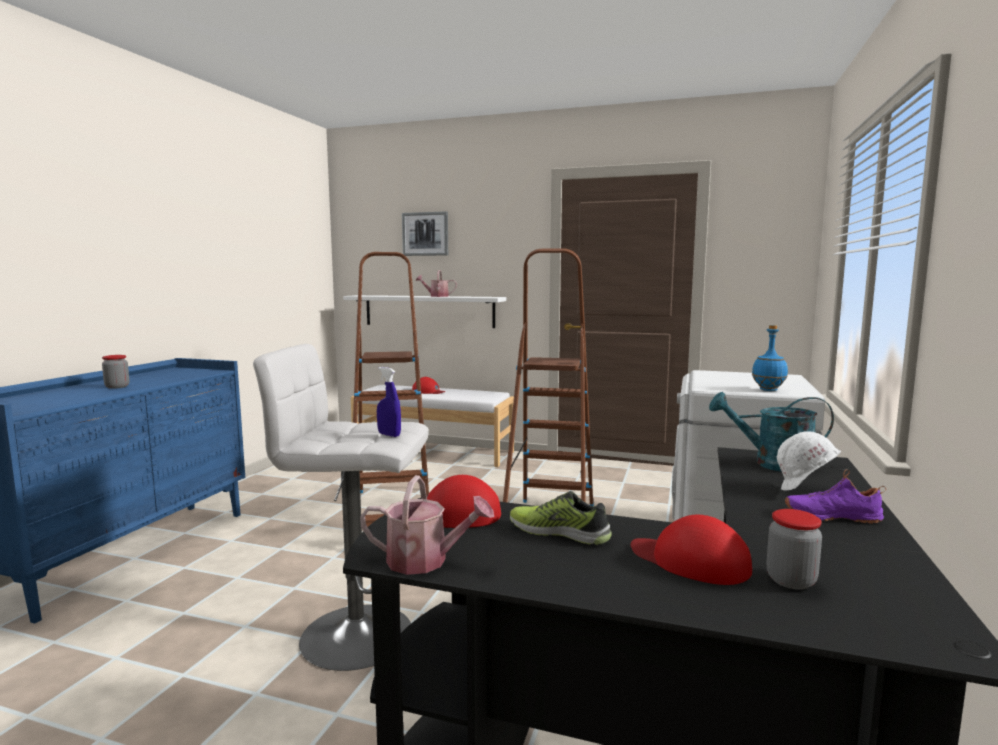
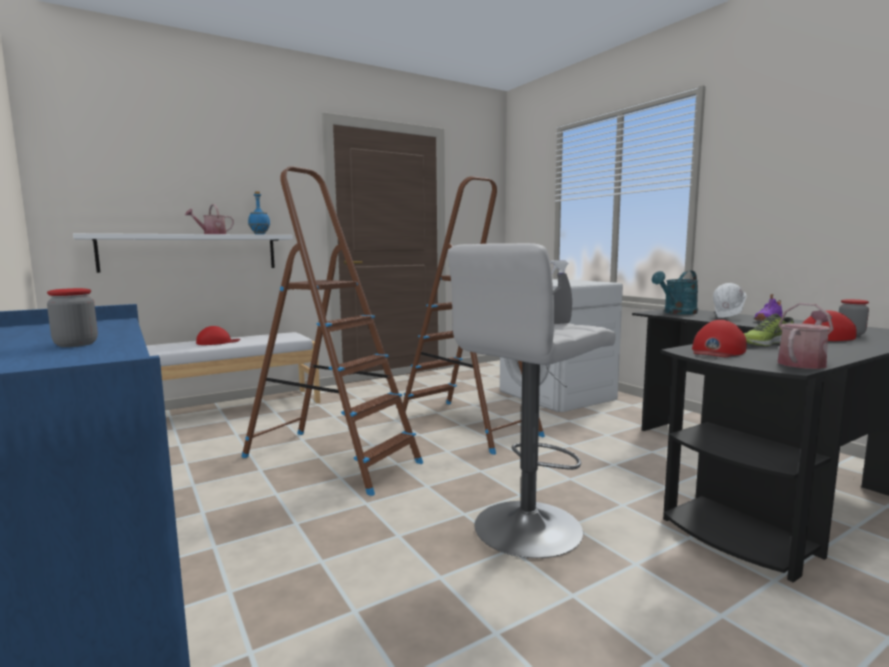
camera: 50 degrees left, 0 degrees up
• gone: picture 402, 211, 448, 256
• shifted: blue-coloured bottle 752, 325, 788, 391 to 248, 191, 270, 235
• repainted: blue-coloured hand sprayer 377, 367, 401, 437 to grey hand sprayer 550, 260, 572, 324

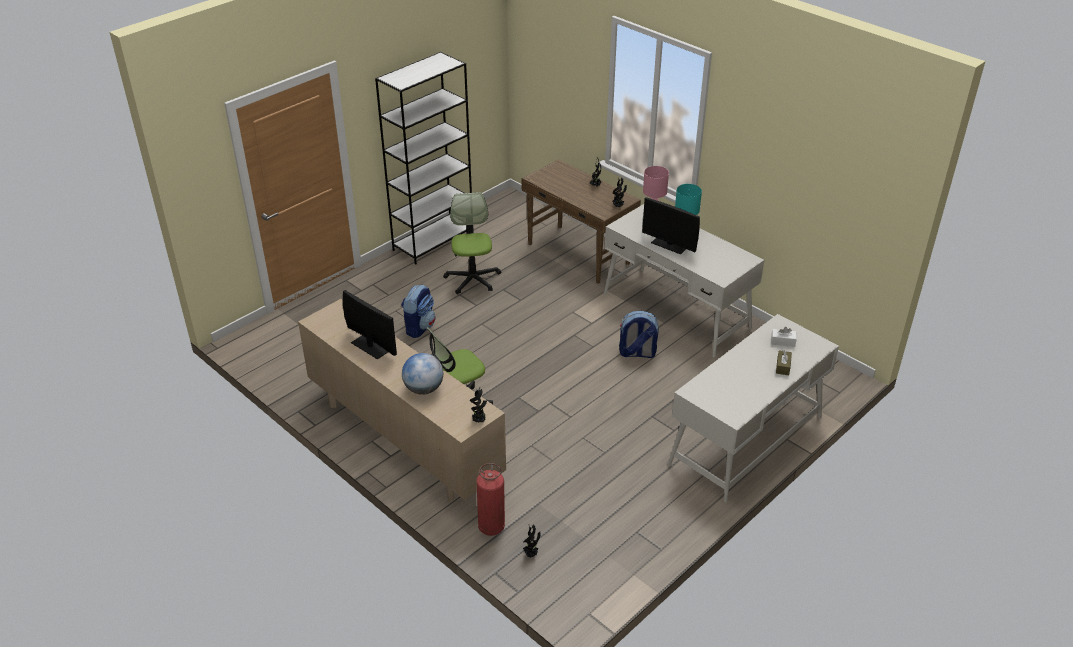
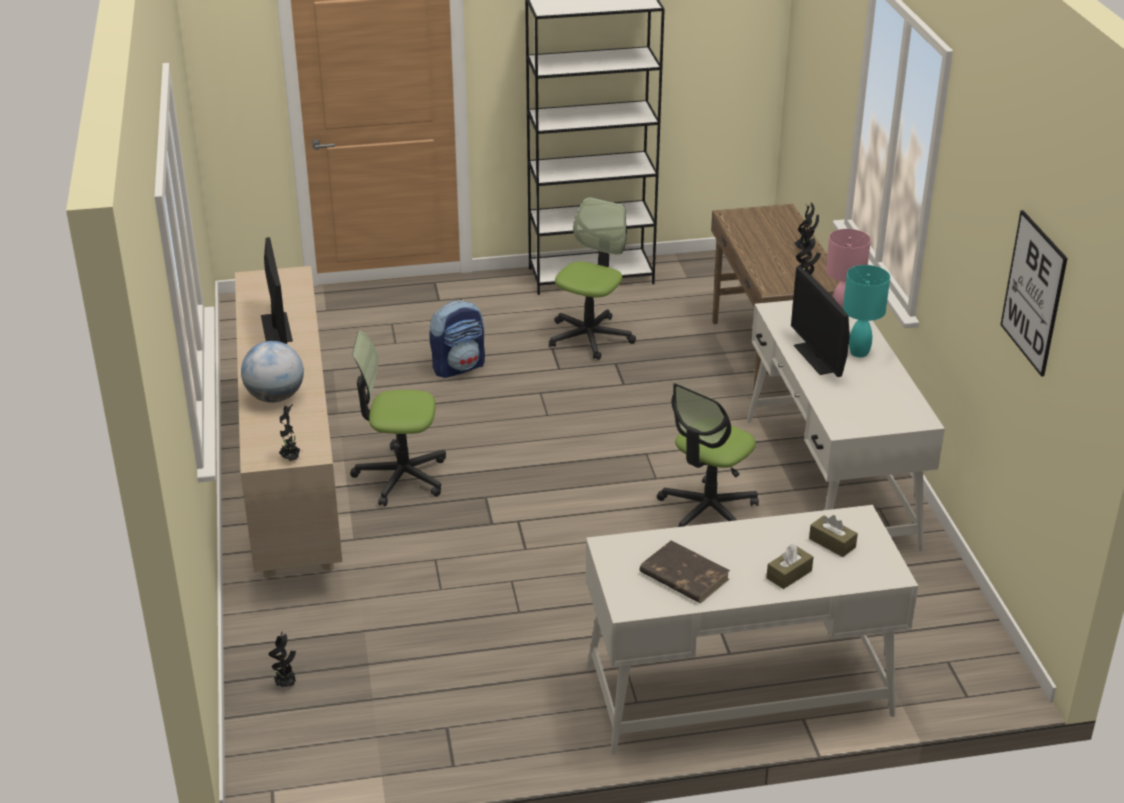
camera: 35 degrees right, 5 degrees down
• swapped: knapsack 619, 311, 659, 358 to desk chair 657, 383, 759, 527
• repainted: white-coloured box of tissues 771, 327, 797, 347 to brown box of tissues 809, 515, 858, 557
• gone: fire-fighting cylinder 476, 463, 505, 536
• new: picture 1000, 210, 1068, 377
• new: brown book 640, 540, 730, 603

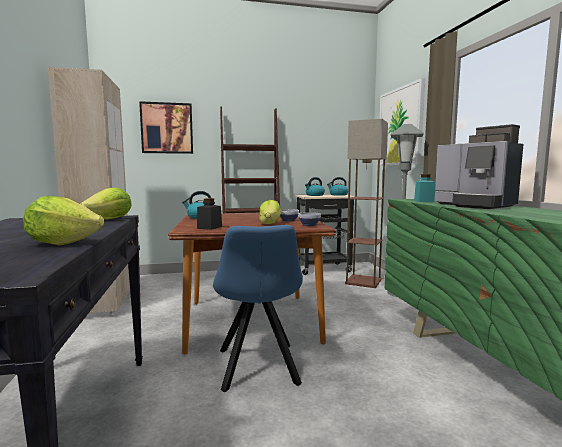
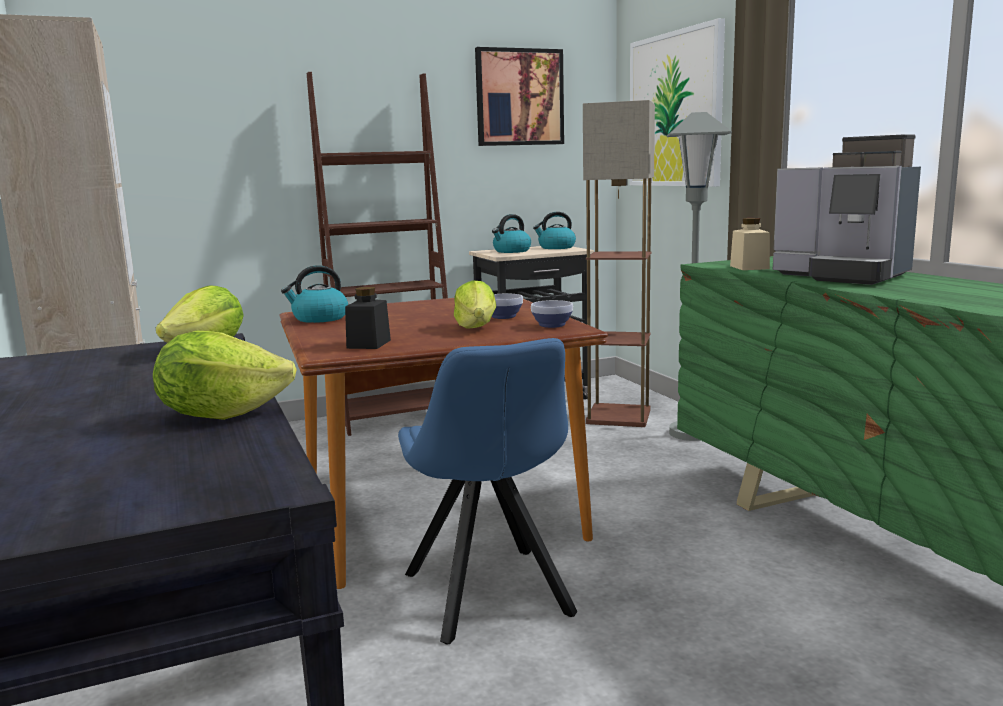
camera: 10 degrees left, 5 degrees up
• shifted: picture 139, 101, 193, 154 to 475, 47, 564, 146
• repainted: turquoise jar 414, 174, 435, 202 to beige jar 730, 218, 770, 270

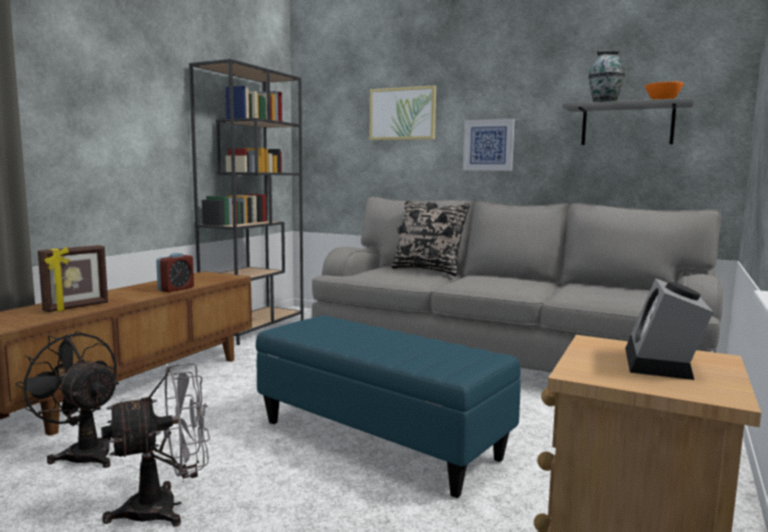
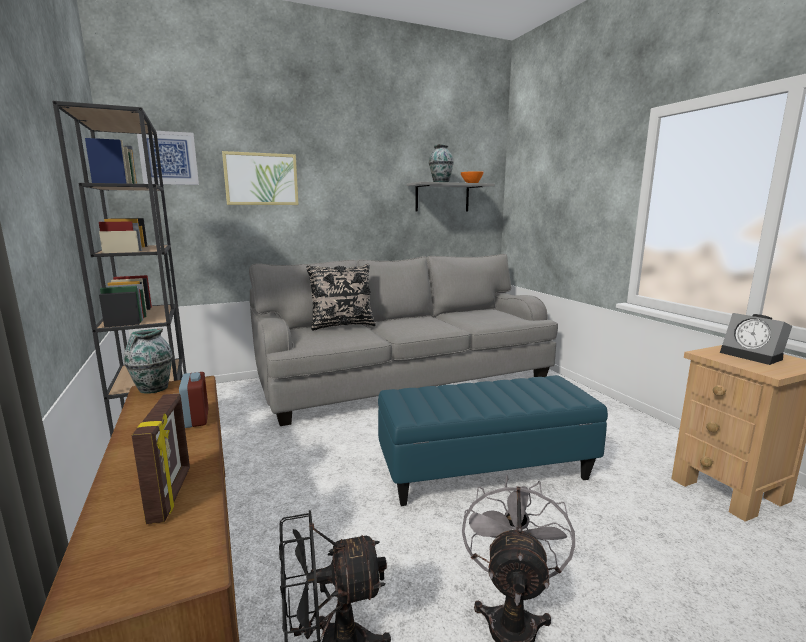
camera: 50 degrees left, 5 degrees up
• shifted: picture 463, 119, 515, 171 to 137, 131, 199, 185
• new: decorative vase 124, 328, 173, 394

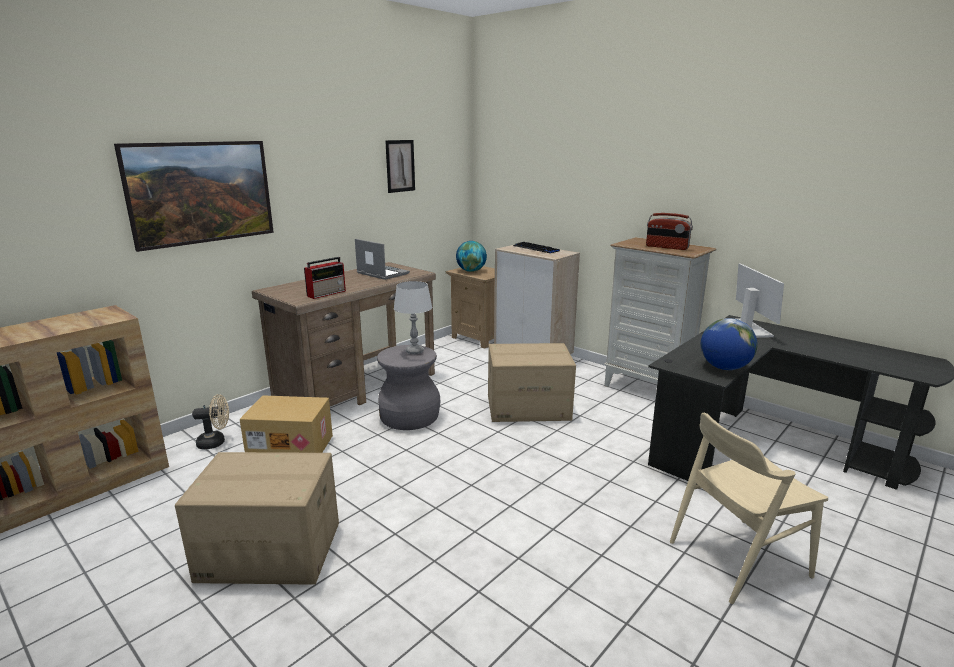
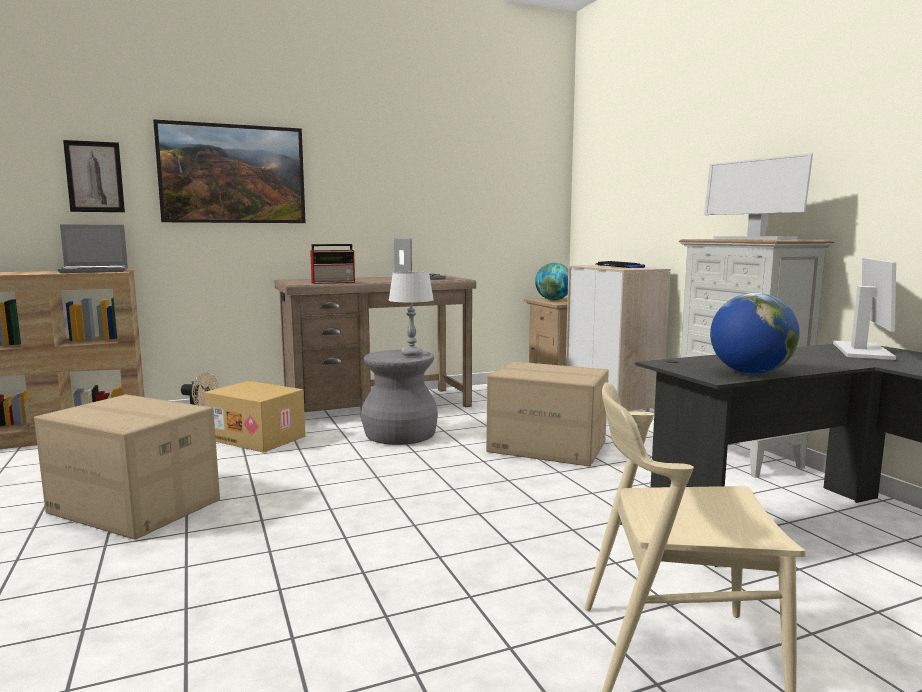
camera: 25 degrees right, 10 degrees down
• shifted: picture 385, 140, 415, 193 to 63, 140, 125, 212
• swapped: radio 646, 213, 693, 250 to computer display 704, 153, 813, 240
• new: laptop 58, 224, 128, 273

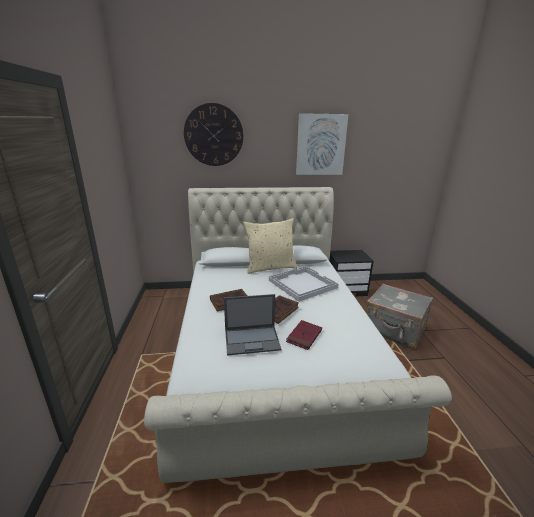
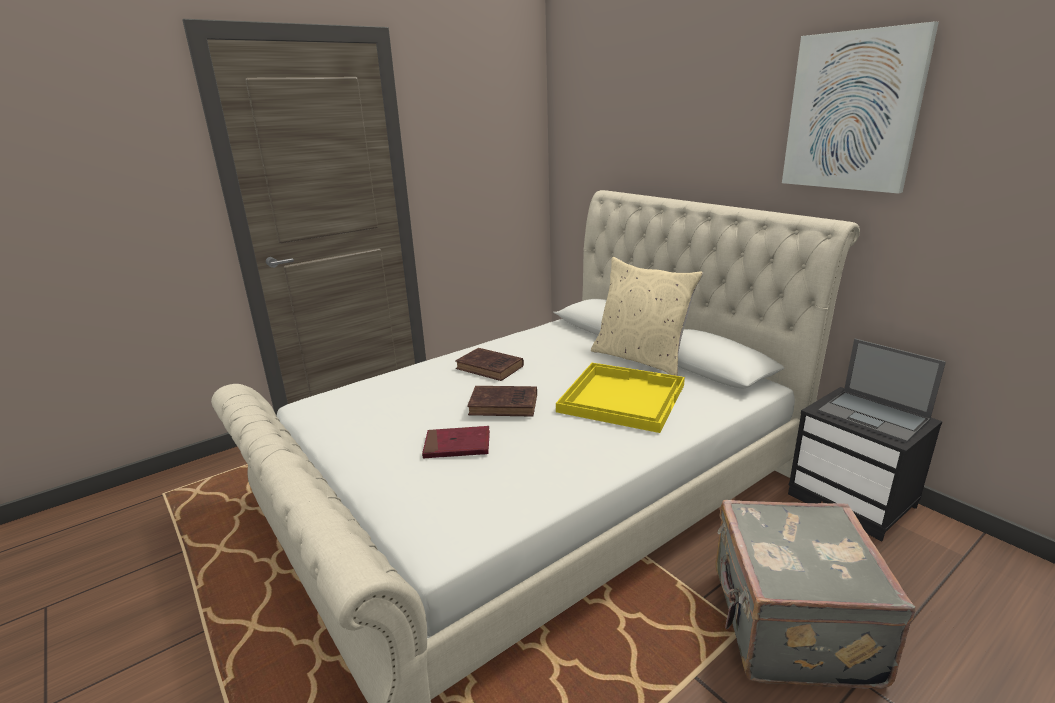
camera: 60 degrees right, 0 degrees up
• gone: hanging clock 184, 103, 243, 166
• repainted: white-coloured serving tray 269, 266, 339, 302 to yellow serving tray 556, 363, 685, 433
• shifted: laptop 224, 294, 281, 356 to 818, 339, 946, 443

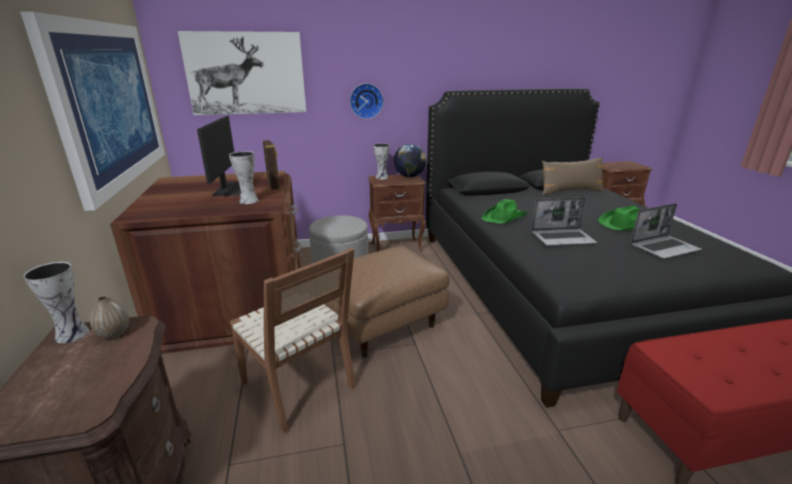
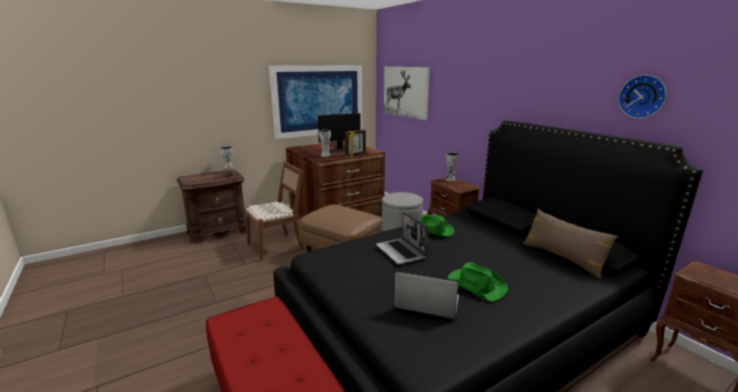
camera: 70 degrees right, 5 degrees down
• shifted: hanging clock 350, 83, 384, 119 to 618, 75, 667, 119
• gone: globe 394, 144, 427, 177
• rotated: laptop 630, 203, 702, 259 = 394, 272, 459, 319 150 degrees clockwise
• rotated: upright chair 230, 247, 356, 434 = 245, 161, 304, 260 150 degrees counterclockwise

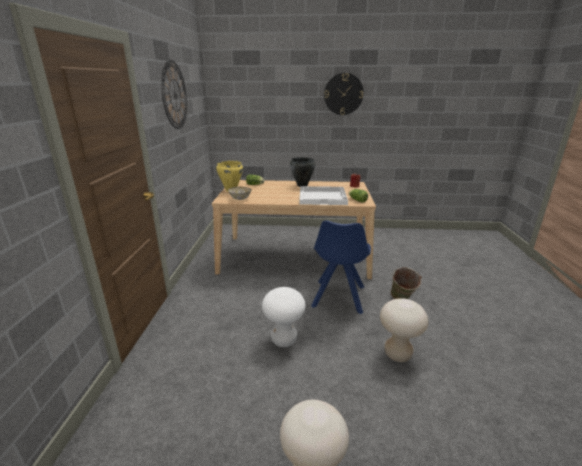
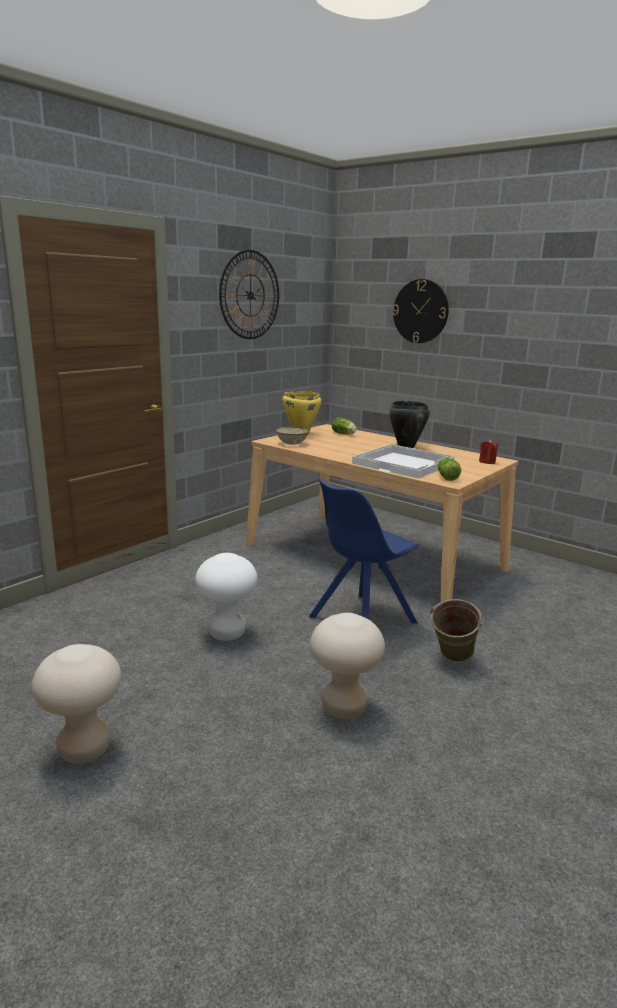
camera: 35 degrees right, 5 degrees down
• shifted: hanging clock 324, 73, 364, 115 to 393, 279, 449, 343

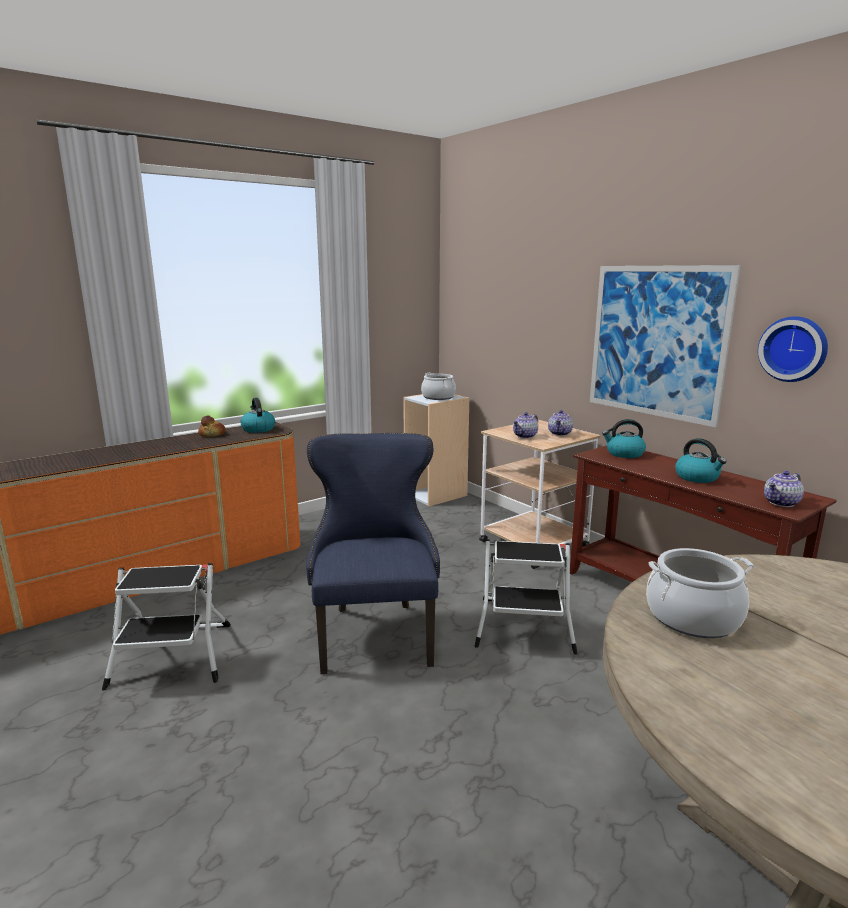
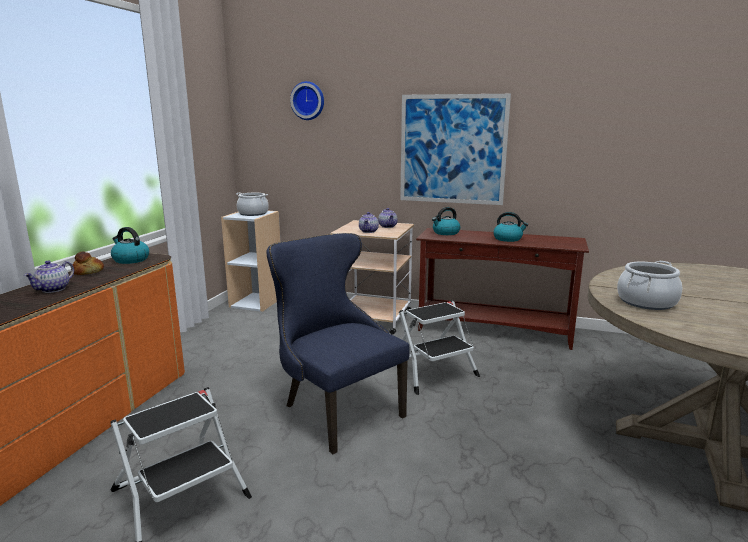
camera: 35 degrees left, 0 degrees up
• shifted: hanging clock 758, 316, 828, 382 to 290, 81, 324, 120
• shifted: teapot 764, 471, 804, 507 to 24, 261, 74, 293

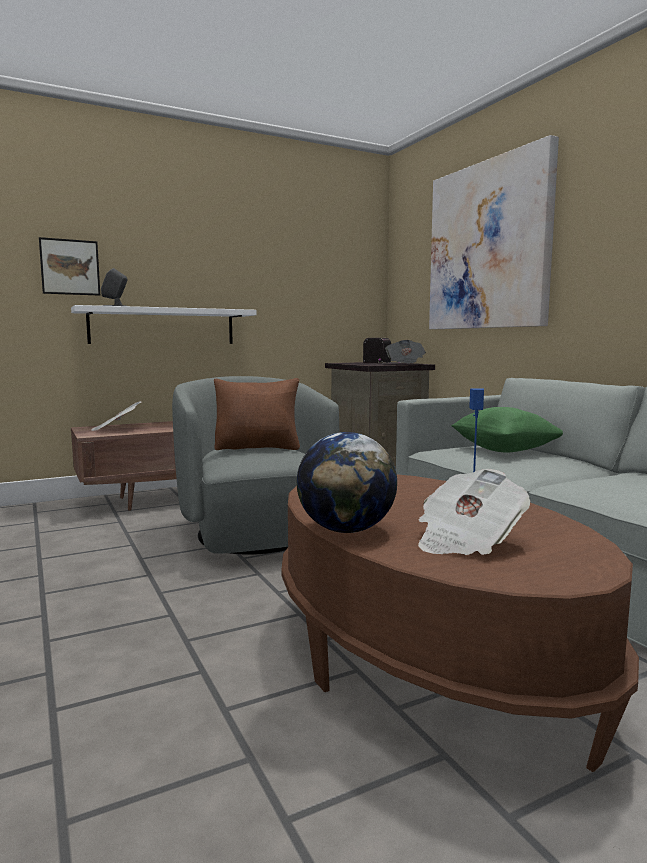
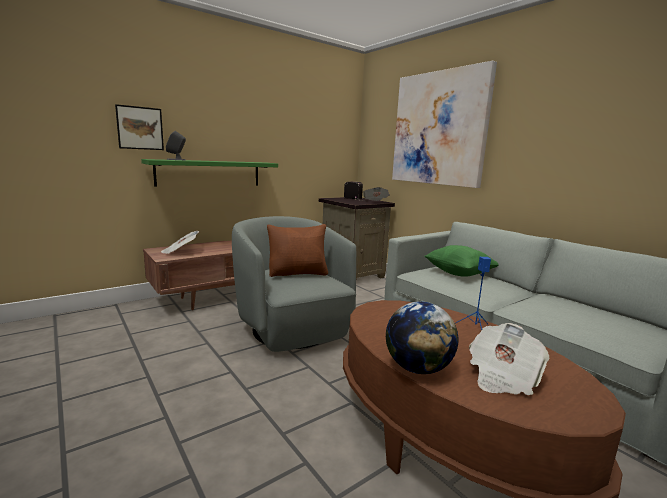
camera: 10 degrees left, 5 degrees up
• repainted: white-coloured shelf 71, 305, 256, 344 to green-coloured shelf 141, 159, 278, 187

